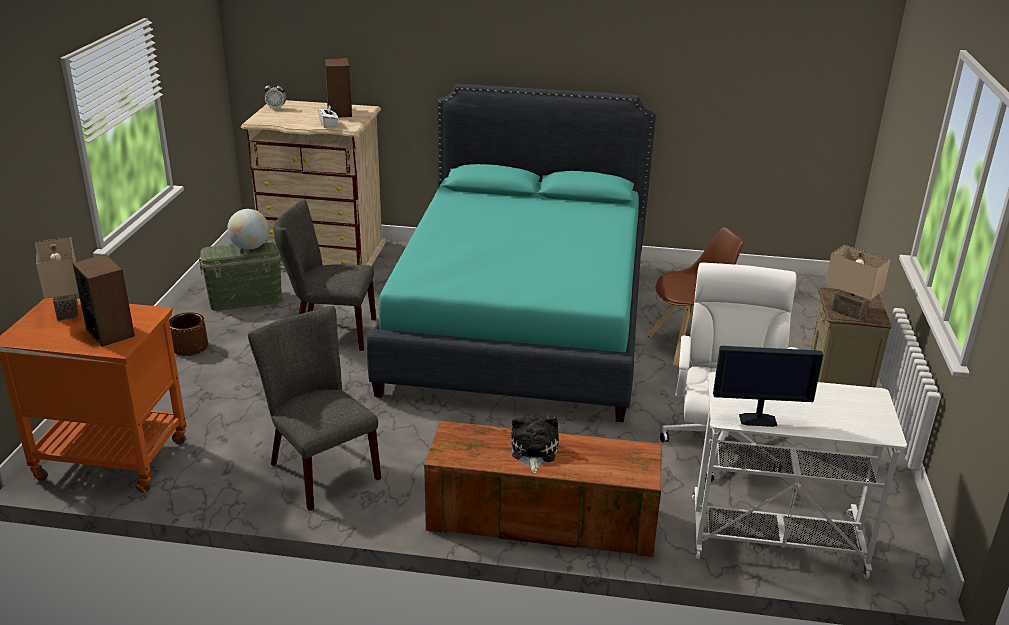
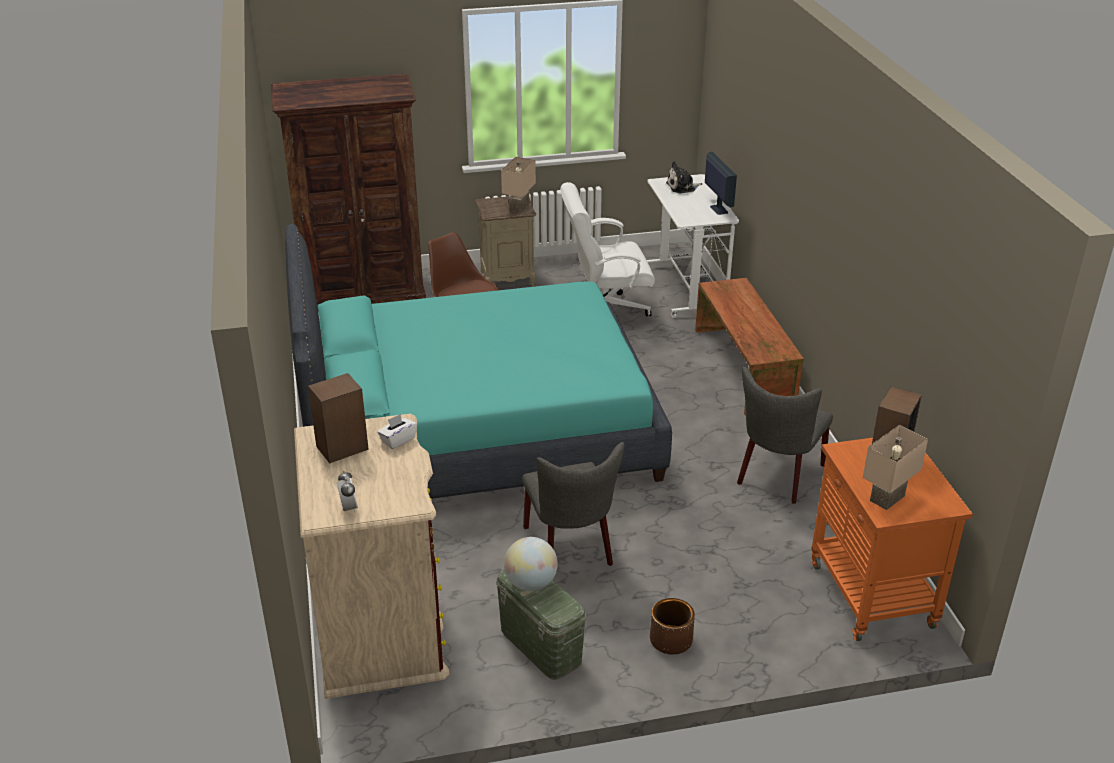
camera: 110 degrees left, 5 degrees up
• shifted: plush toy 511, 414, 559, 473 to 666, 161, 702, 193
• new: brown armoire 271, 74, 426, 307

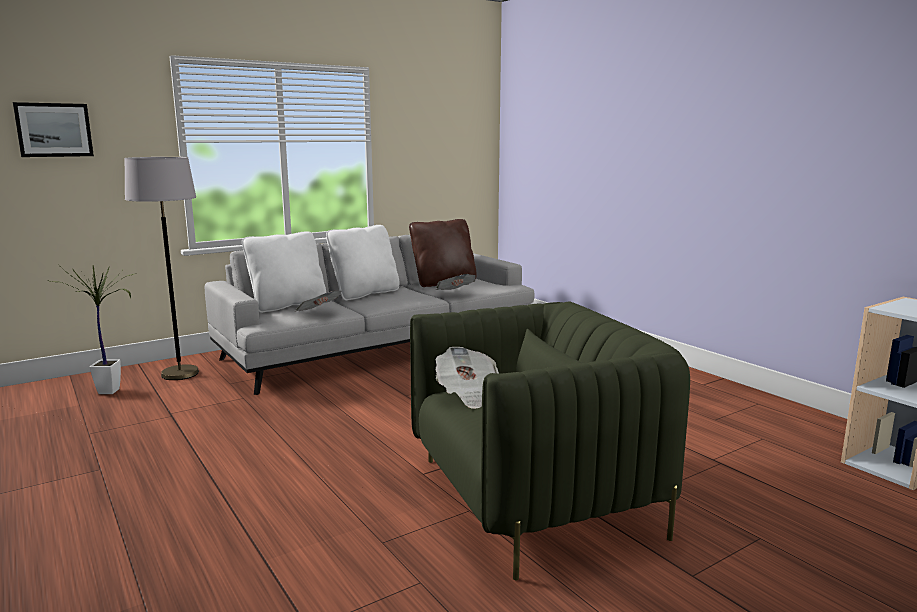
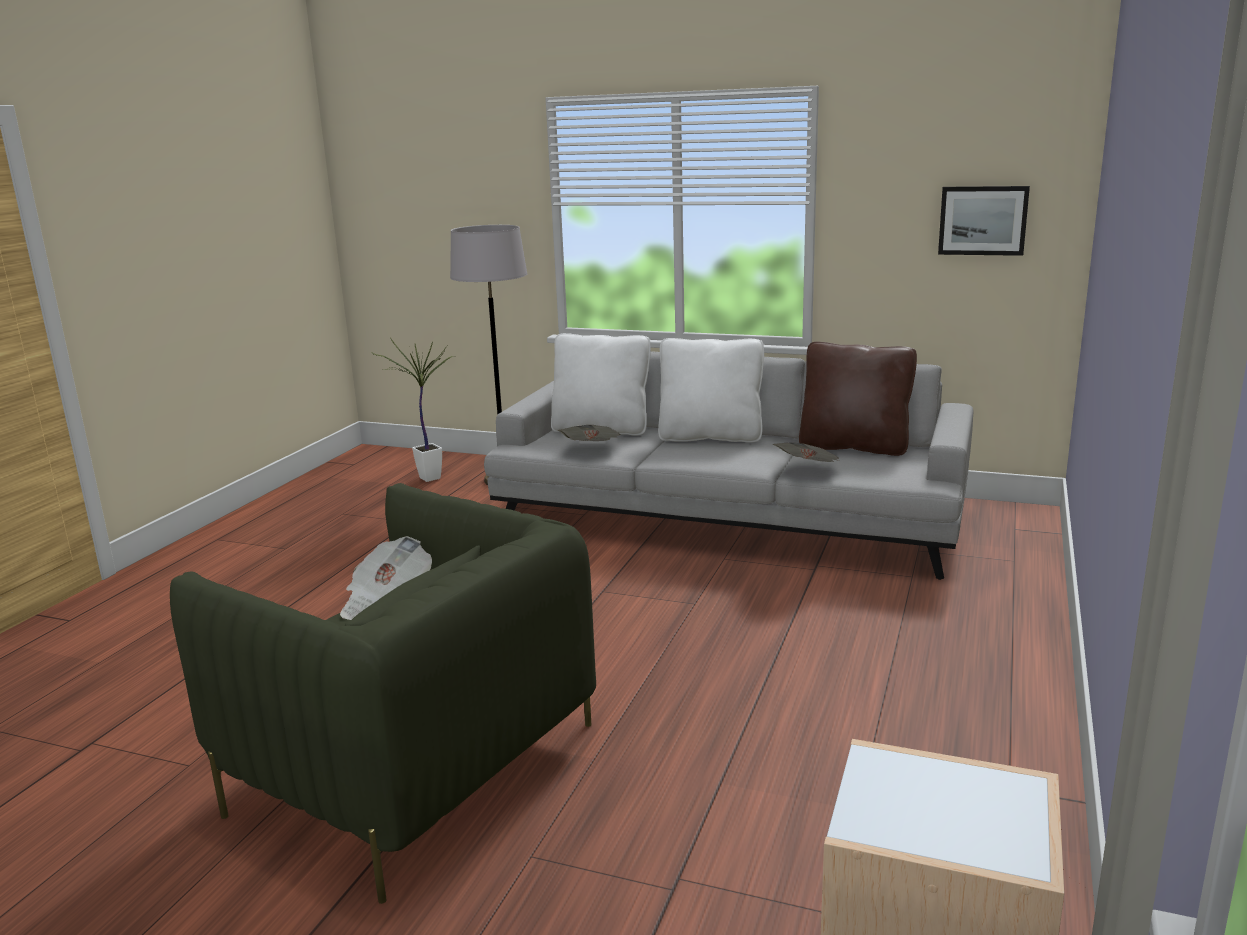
camera: 55 degrees right, 5 degrees up
• shifted: picture 13, 102, 94, 157 to 938, 186, 1030, 256

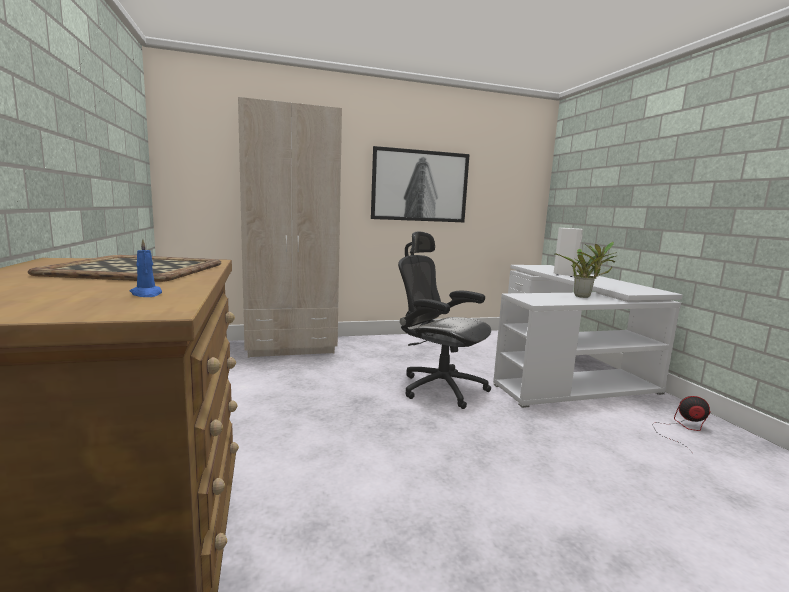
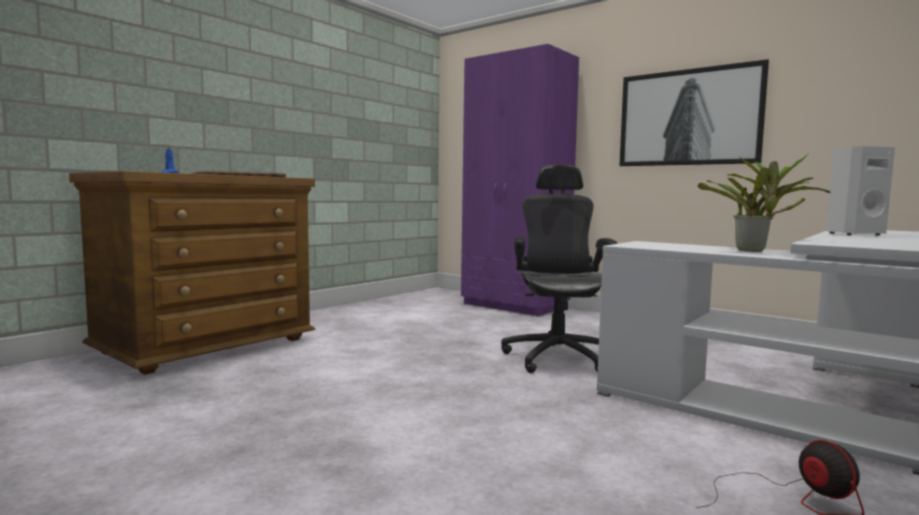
camera: 55 degrees right, 5 degrees down
• repainted: beige armoire 238, 97, 342, 358 to purple-coloured armoire 461, 44, 579, 317

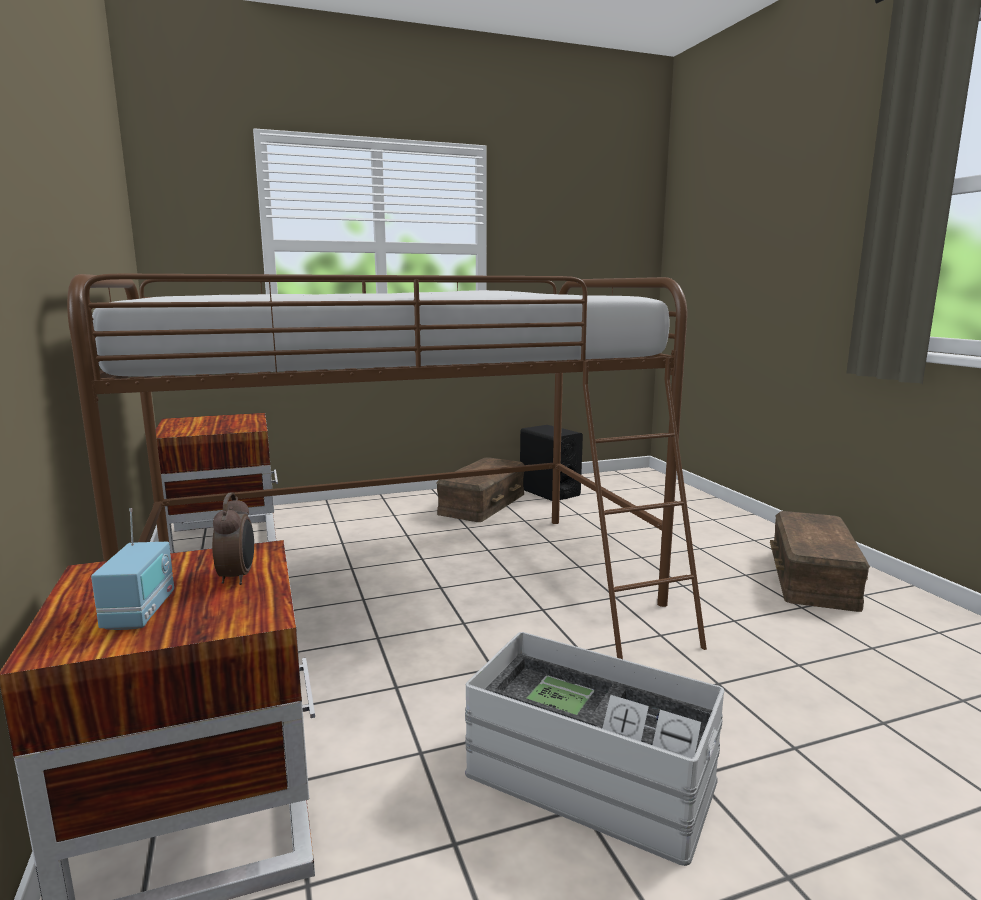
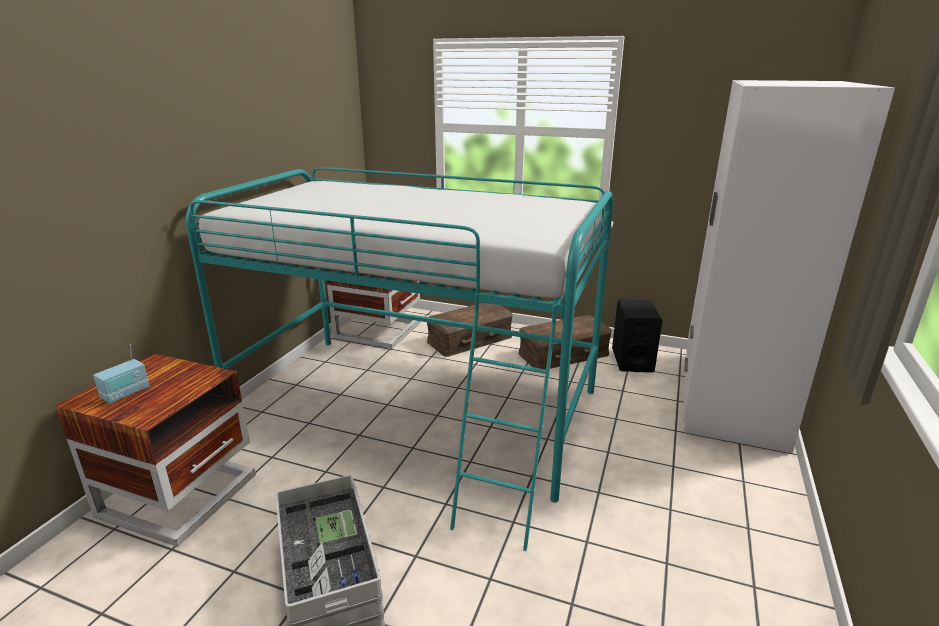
camera: 40 degrees right, 10 degrees up
• repainted: brown bedroom bed 67, 274, 707, 659 to turquoise bedroom bed 186, 167, 613, 551
• gone: table clock 212, 492, 254, 585
• shifted: brown storage container 770, 511, 870, 612 to 427, 303, 513, 357
• new: white-coloured armoire 683, 80, 895, 453

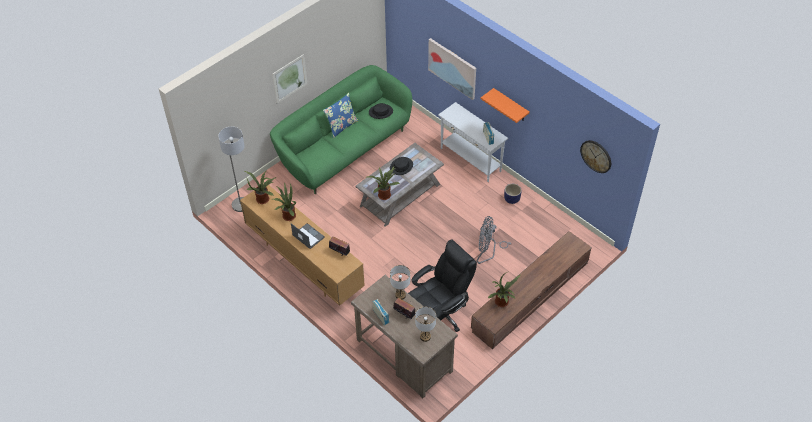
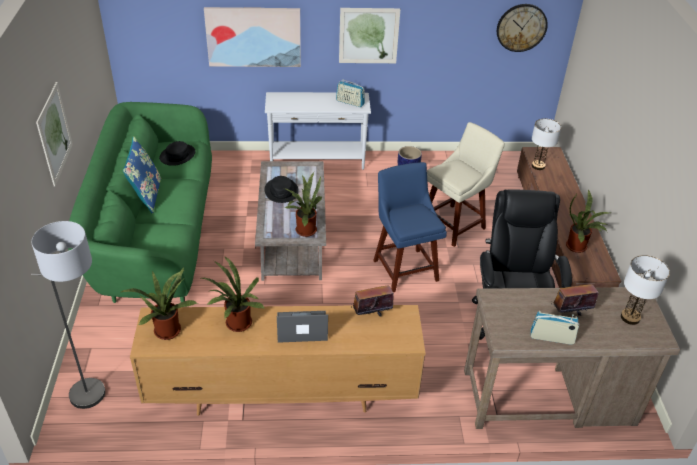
camera: 50 degrees left, 10 degrees down
• swapped: orangey shelf 481, 88, 530, 123 to picture 339, 8, 401, 63
• swapped: grey cooling fan 477, 216, 511, 264 to beige sitting stool 427, 122, 505, 247
• shifted: lamp for a table 390, 265, 410, 300 to 532, 119, 561, 170
• new: blue-coloured sitting stool 373, 162, 447, 292

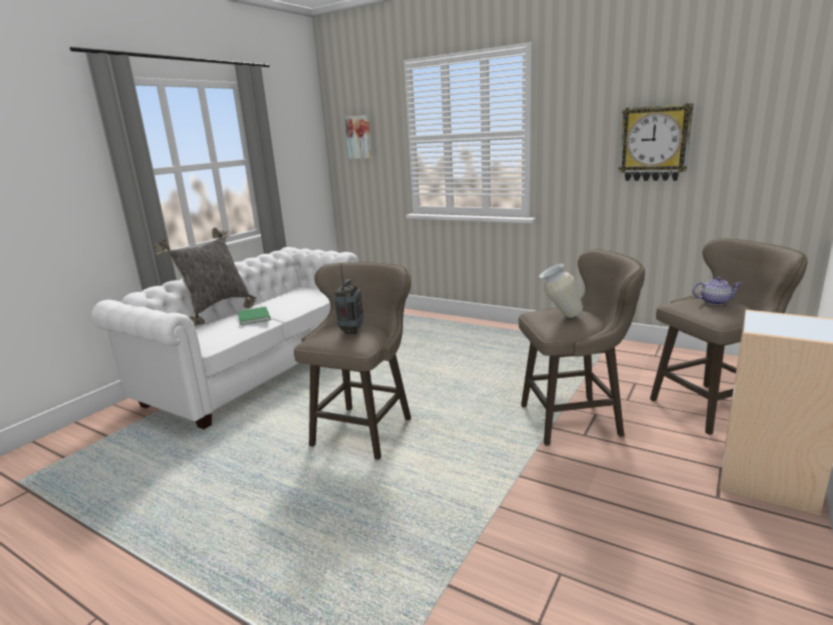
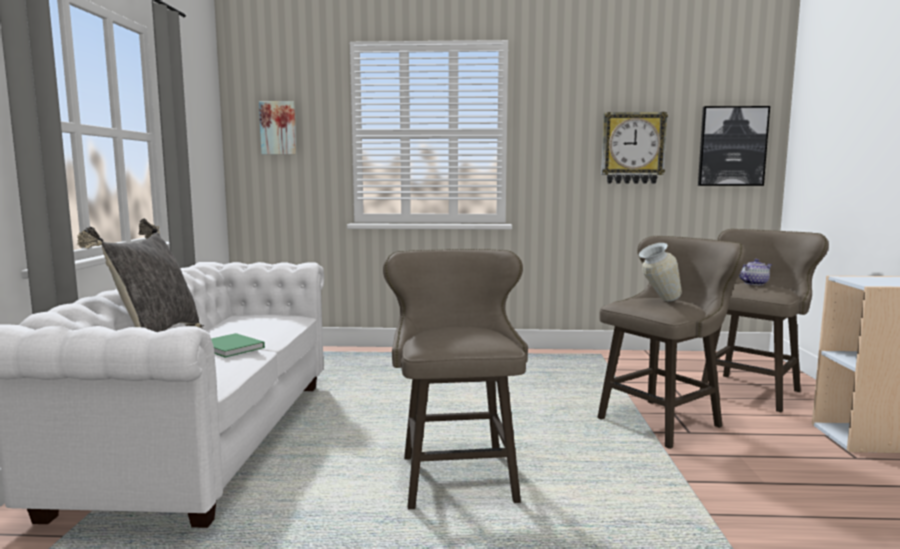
camera: 30 degrees left, 10 degrees down
• gone: radio 334, 264, 363, 334
• new: picture 698, 106, 770, 186

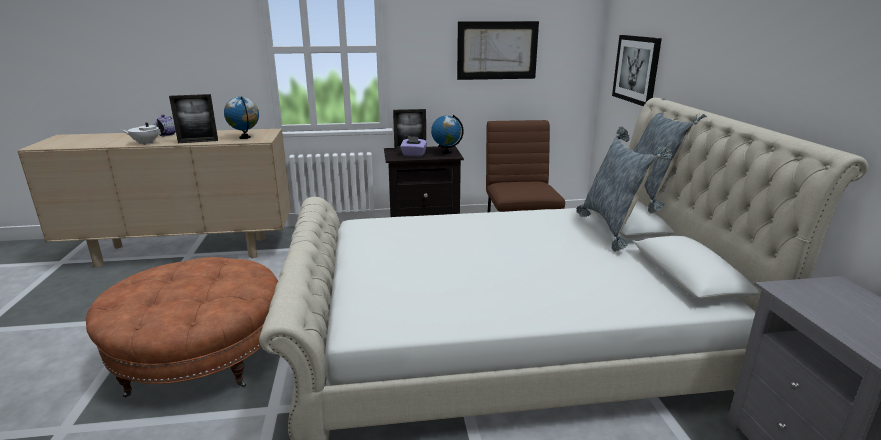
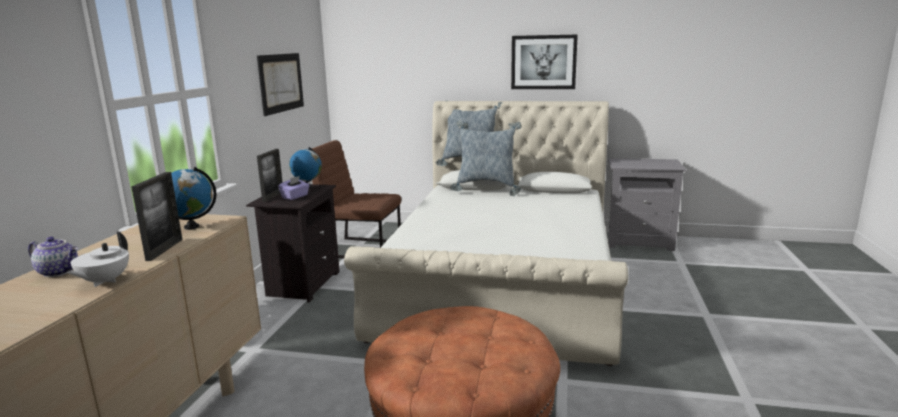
camera: 70 degrees left, 5 degrees down
• shifted: picture 612, 35, 662, 106 to 511, 34, 578, 89

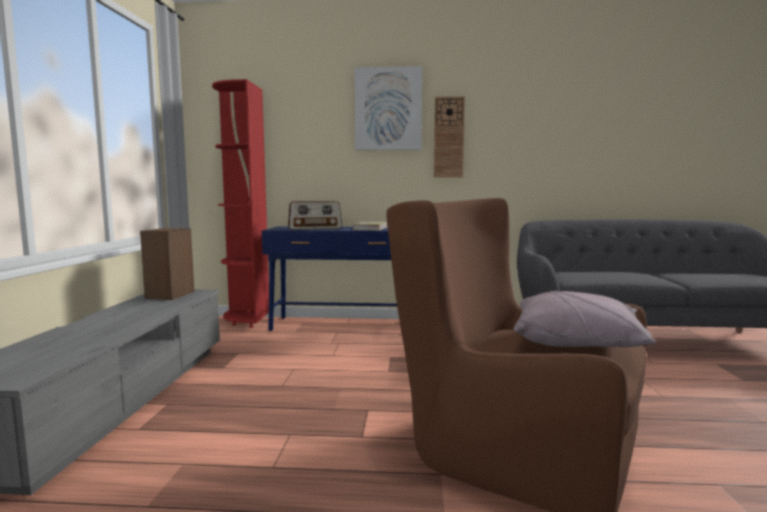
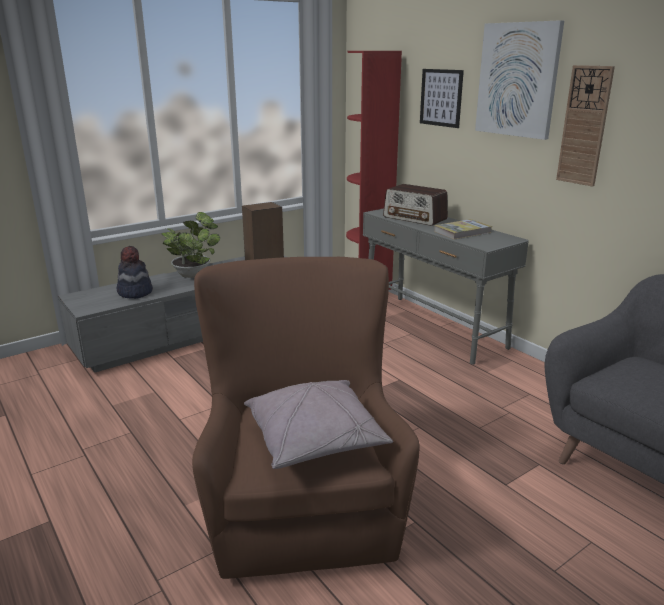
camera: 50 degrees right, 15 degrees up
• repainted: blue-coloured hall table 262, 226, 397, 331 to grey hall table 363, 209, 529, 365
• new: picture 420, 69, 464, 128
• new: potted plant 161, 212, 220, 278
• new: clothing hat 117, 246, 153, 299

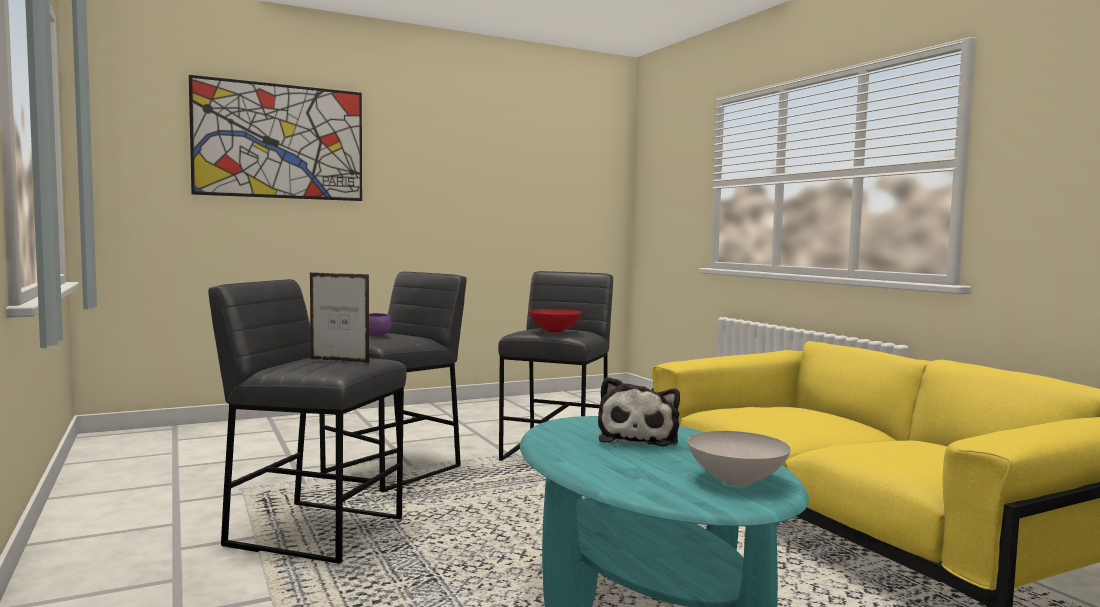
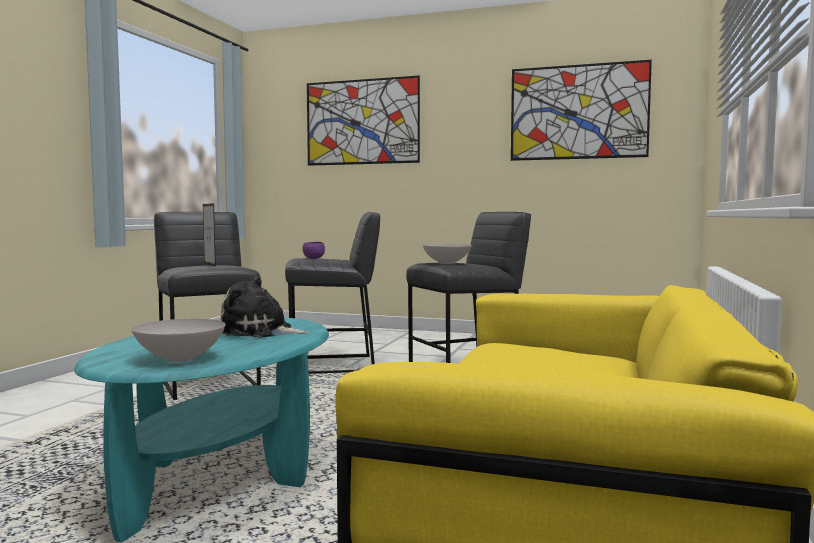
camera: 45 degrees right, 0 degrees up
• repainted: red bowl 529, 309, 582, 333 to white-coloured bowl 423, 244, 472, 264
• rotated: plush toy 598, 377, 680, 446 = 220, 275, 309, 338 45 degrees clockwise
• new: picture 511, 60, 652, 161

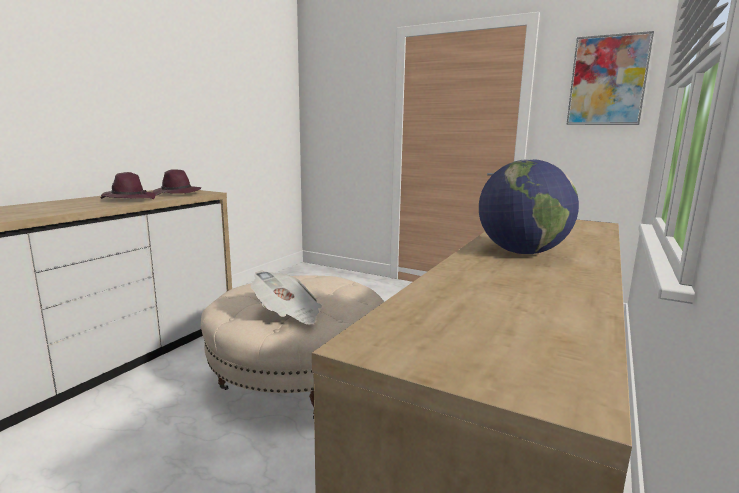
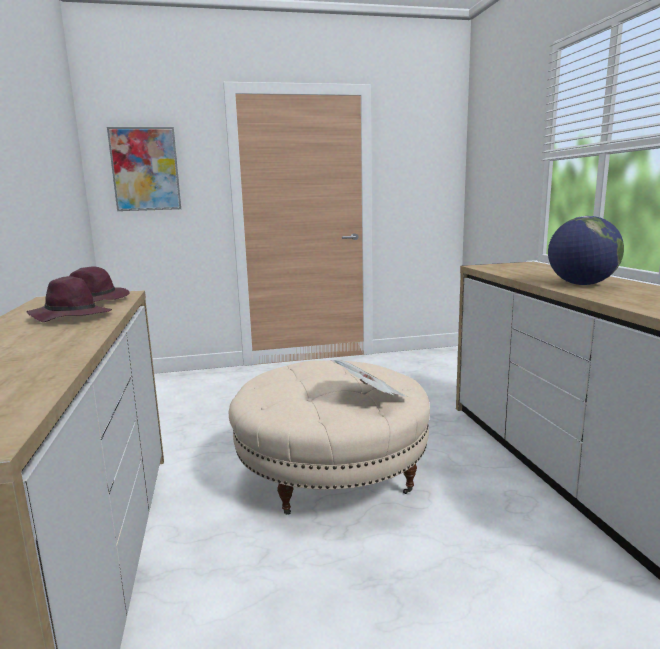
camera: 40 degrees left, 0 degrees up
• shifted: picture 566, 31, 654, 125 to 107, 127, 181, 211

